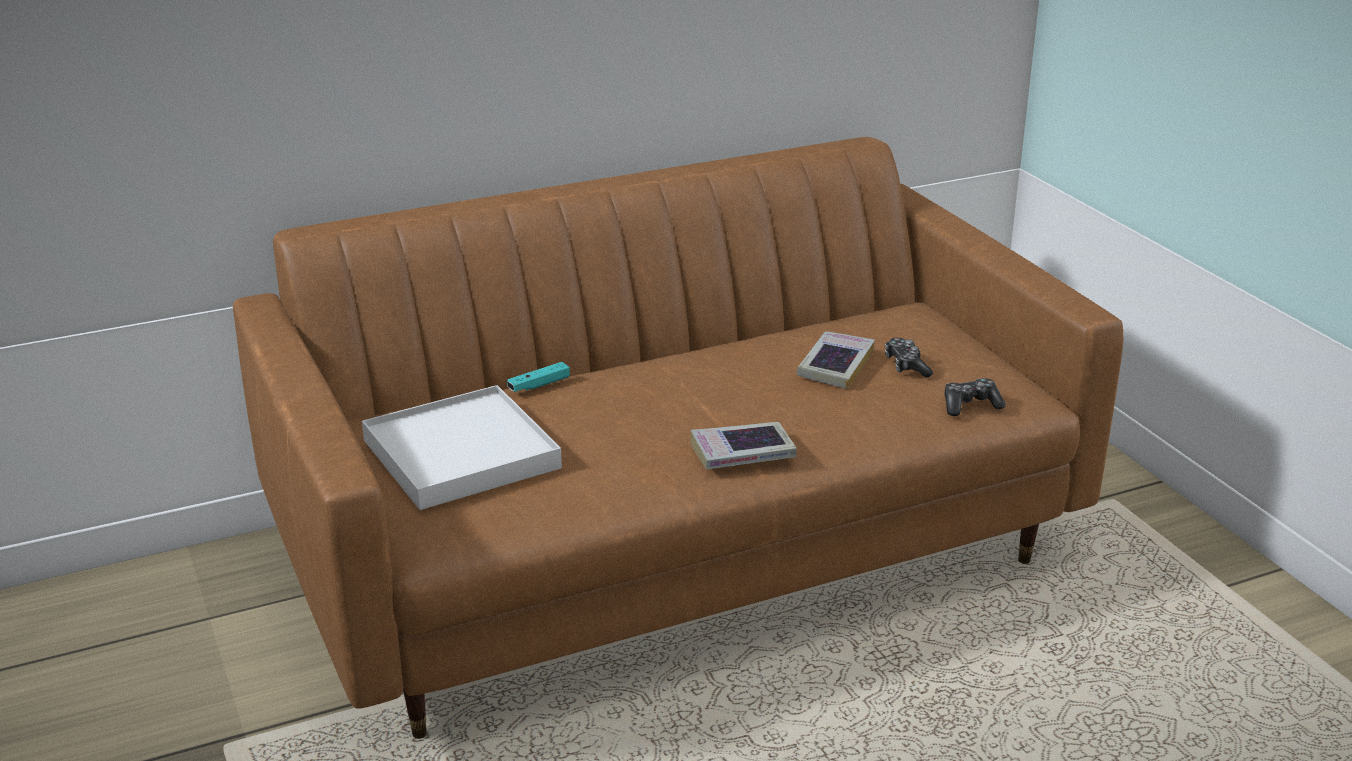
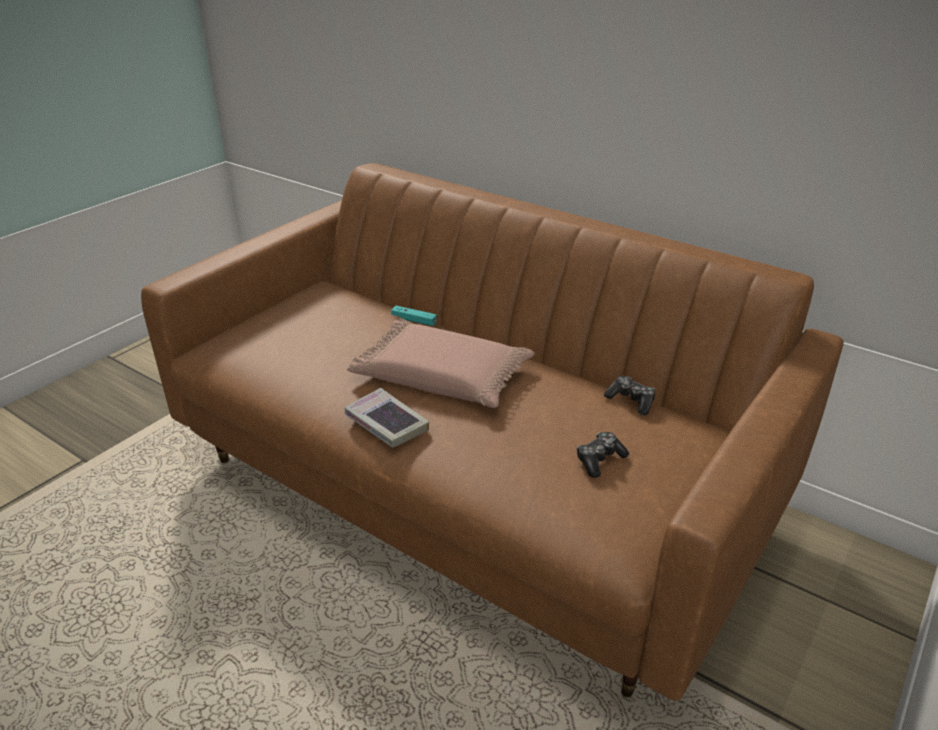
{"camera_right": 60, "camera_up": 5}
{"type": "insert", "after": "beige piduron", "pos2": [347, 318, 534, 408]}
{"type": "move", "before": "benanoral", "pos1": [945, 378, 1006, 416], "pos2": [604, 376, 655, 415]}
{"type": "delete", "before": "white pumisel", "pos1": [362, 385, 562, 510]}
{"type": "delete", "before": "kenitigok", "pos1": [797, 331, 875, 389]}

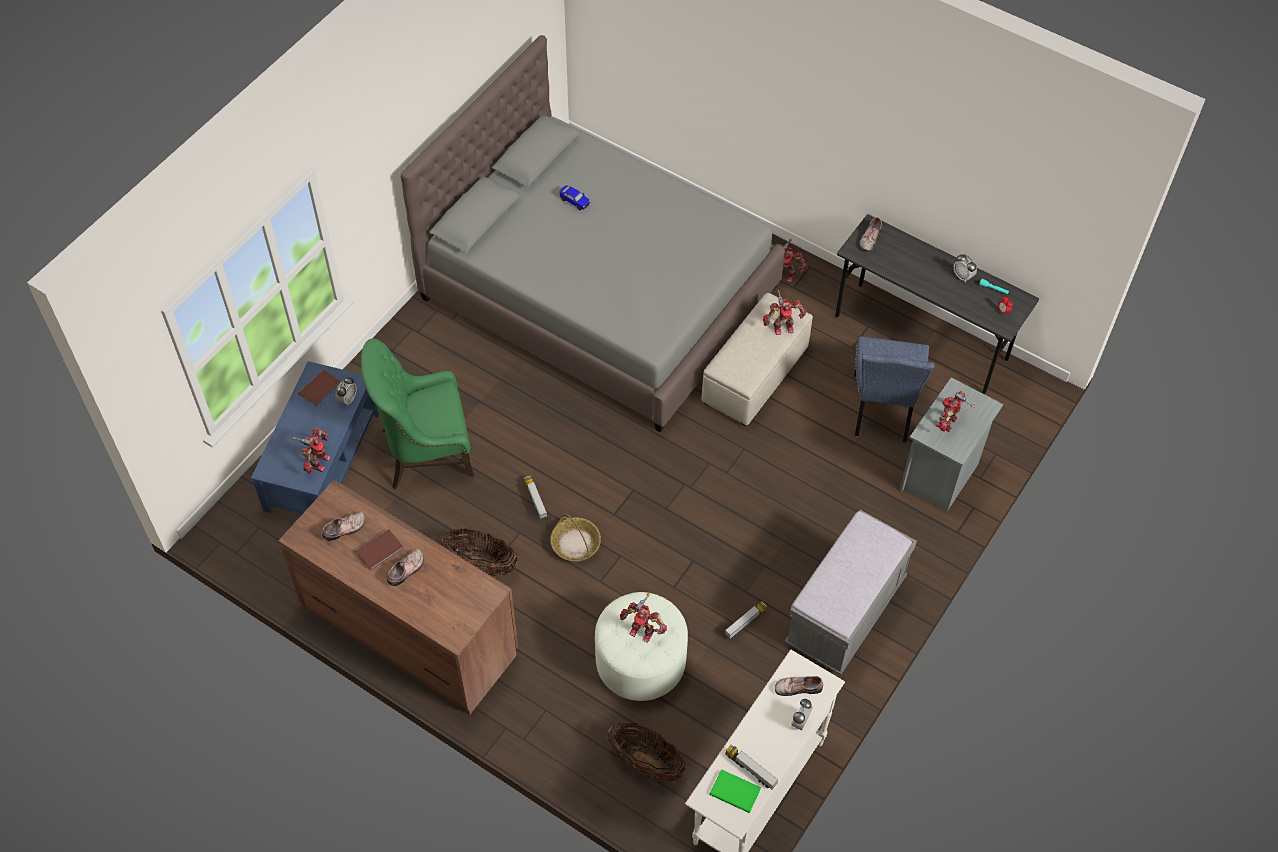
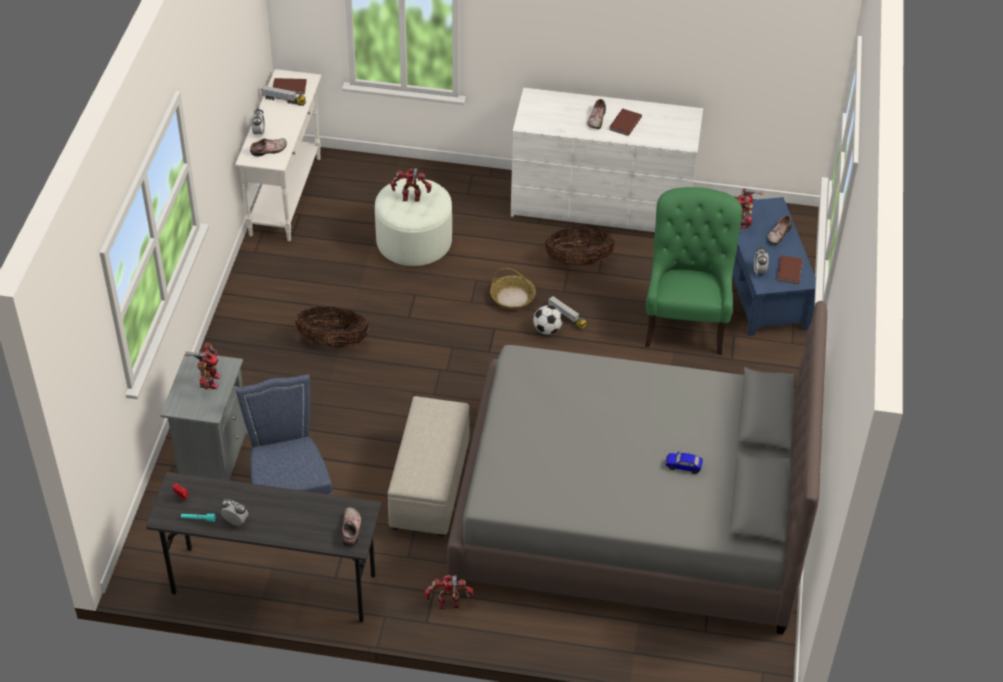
{"camera_right": 155, "camera_up": -10}
{"type": "recolor", "before": "green kenitigok", "after": "brown kenitigok", "pos1": [709, 769, 761, 813], "pos2": [273, 78, 307, 94]}
{"type": "move", "before": "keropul", "pos1": [607, 721, 686, 782], "pos2": [295, 307, 369, 347]}
{"type": "recolor", "before": "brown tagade", "after": "white tagade", "pos1": [278, 480, 518, 715], "pos2": [511, 87, 703, 232]}
{"type": "insert", "after": "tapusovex", "pos2": [533, 305, 563, 335]}
{"type": "rotate", "before": "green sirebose", "pos1": [361, 338, 474, 490], "pos2": [645, 187, 743, 355], "turn": -45}
{"type": "move", "before": "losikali", "pos1": [322, 512, 365, 541], "pos2": [767, 216, 792, 245]}
{"type": "delete", "before": "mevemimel", "pos1": [725, 601, 767, 639]}
{"type": "delete", "before": "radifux", "pos1": [763, 290, 807, 335]}
{"type": "delete", "before": "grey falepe", "pos1": [785, 510, 917, 675]}

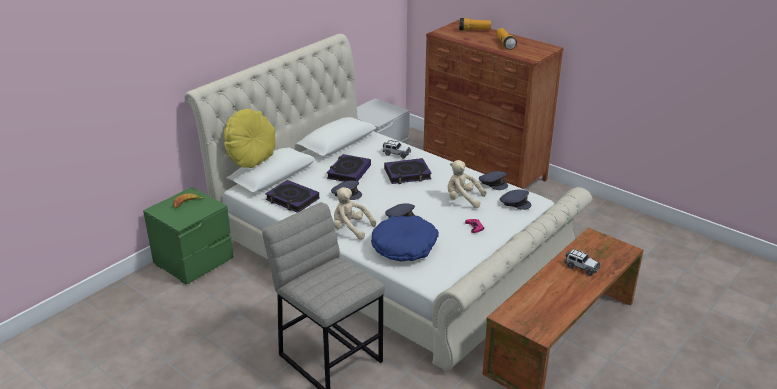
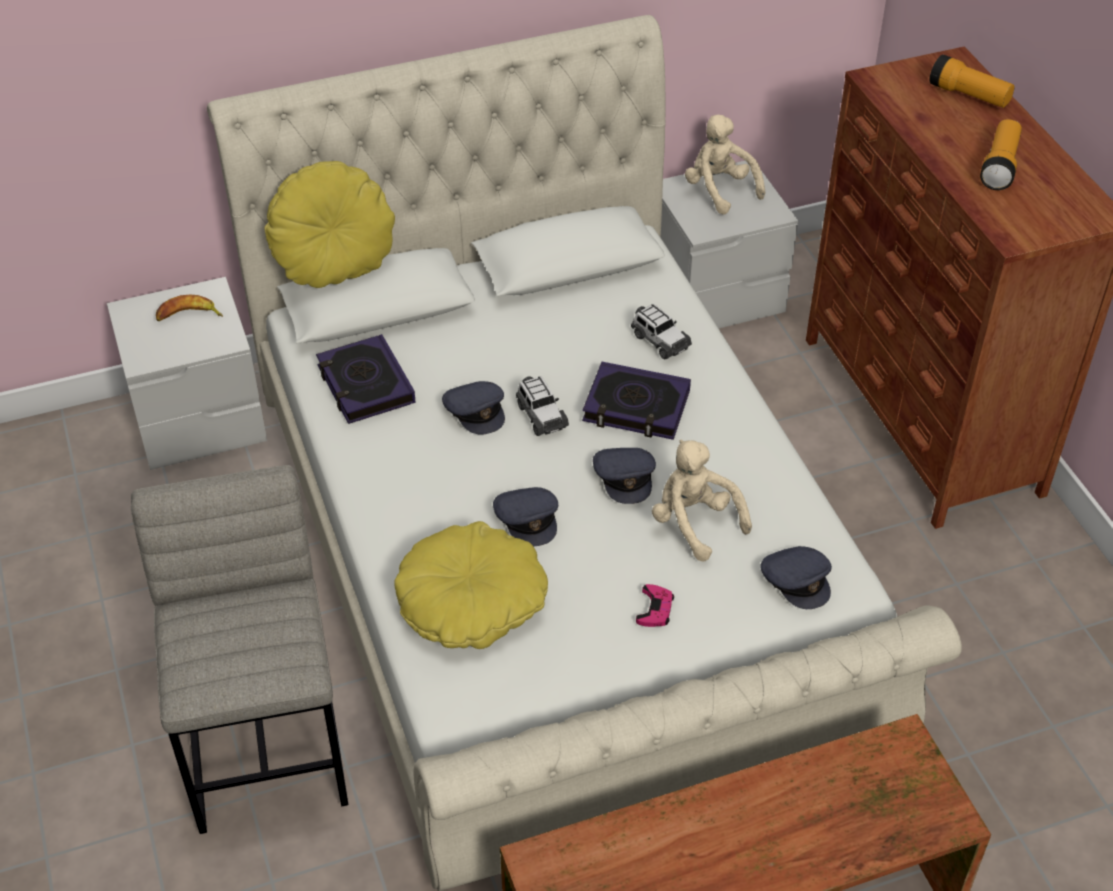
{"camera_right": 30, "camera_up": 15}
{"type": "recolor", "before": "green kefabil", "after": "white kefabil", "pos1": [143, 187, 234, 284], "pos2": [107, 277, 267, 470]}
{"type": "recolor", "before": "blue piduron", "after": "yellow piduron", "pos1": [371, 216, 439, 261], "pos2": [394, 521, 548, 649]}
{"type": "move", "before": "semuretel", "pos1": [564, 249, 600, 276], "pos2": [516, 376, 569, 436]}
{"type": "move", "before": "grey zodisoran", "pos1": [479, 171, 508, 190], "pos2": [593, 448, 656, 504]}
{"type": "move", "before": "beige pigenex", "pos1": [334, 187, 376, 239], "pos2": [685, 115, 765, 215]}
{"type": "delete", "before": "kenitigok", "pos1": [327, 154, 371, 182]}

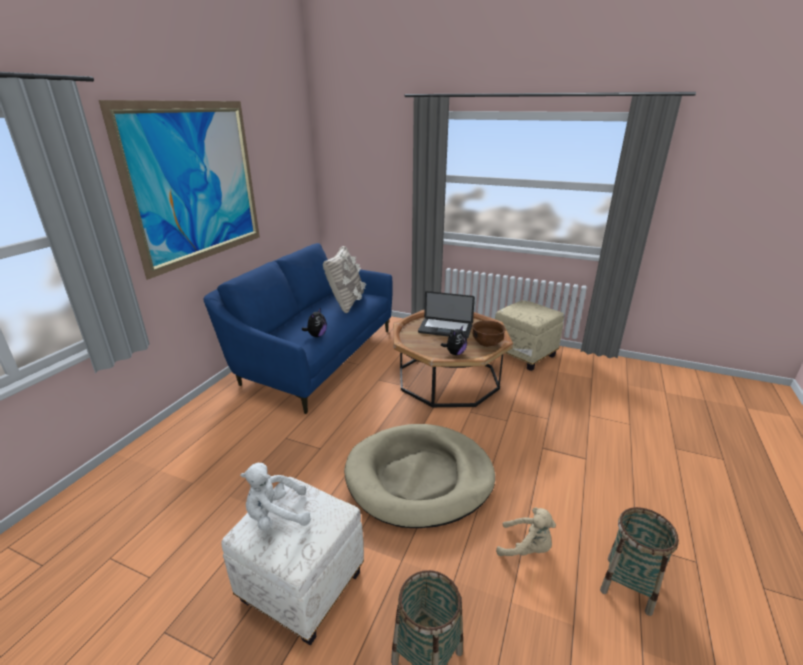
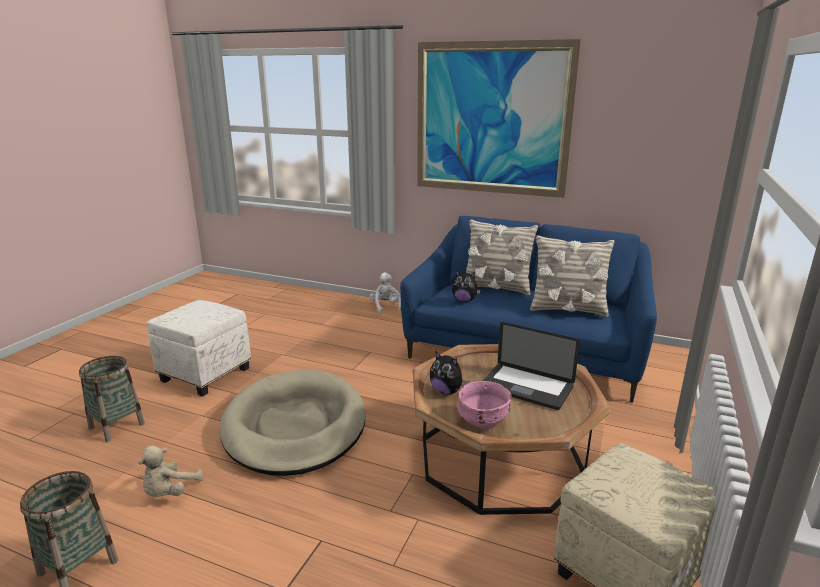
{"camera_right": 90, "camera_up": -5}
{"type": "move", "before": "white pigenex", "pos1": [240, 463, 311, 531], "pos2": [370, 272, 401, 313]}
{"type": "recolor", "before": "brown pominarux", "after": "pink pominarux", "pos1": [472, 321, 505, 347], "pos2": [457, 381, 512, 429]}
{"type": "insert", "after": "beige piduron", "pos2": [466, 220, 538, 295]}
{"type": "rotate", "before": "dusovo", "pos1": [418, 291, 475, 339], "pos2": [482, 322, 580, 410], "turn": -75}

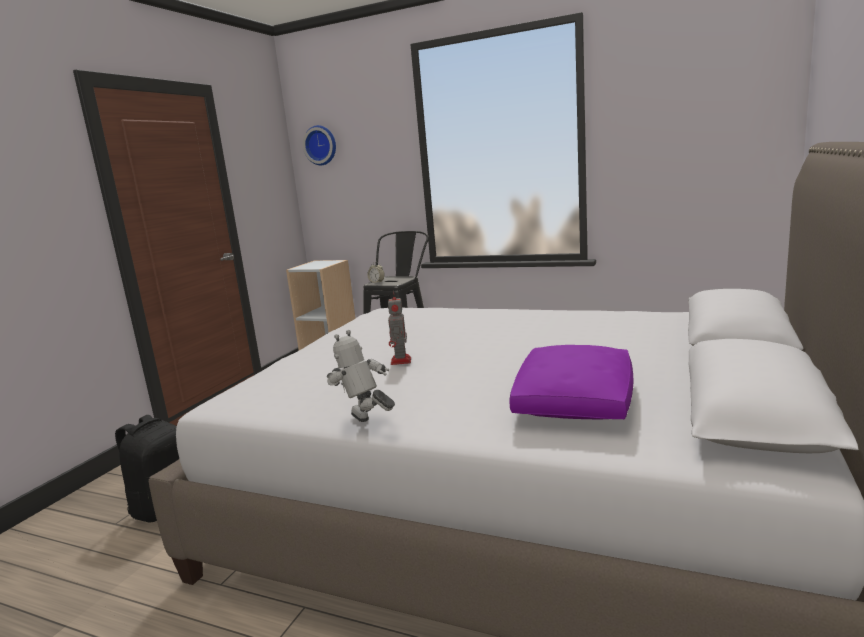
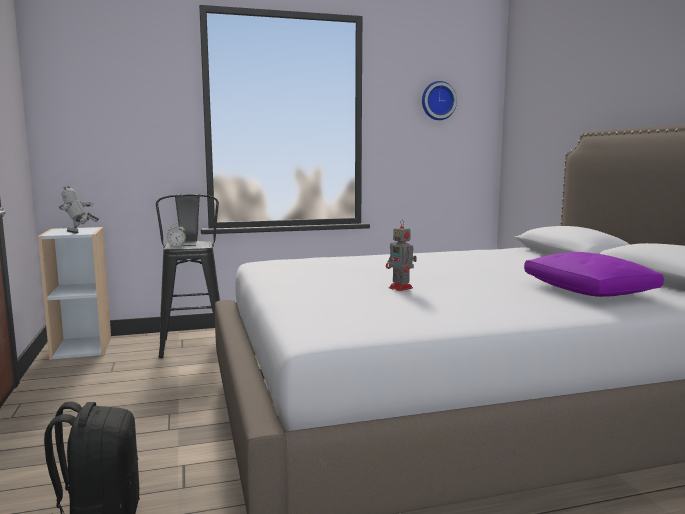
{"camera_right": -40, "camera_up": -5}
{"type": "move", "before": "radifux", "pos1": [327, 330, 395, 422], "pos2": [59, 186, 99, 233]}
{"type": "move", "before": "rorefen", "pos1": [303, 125, 336, 165], "pos2": [422, 81, 457, 120]}

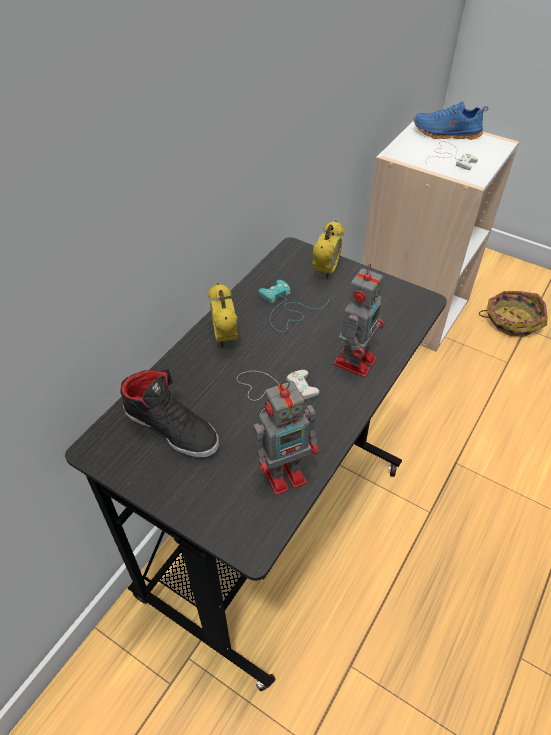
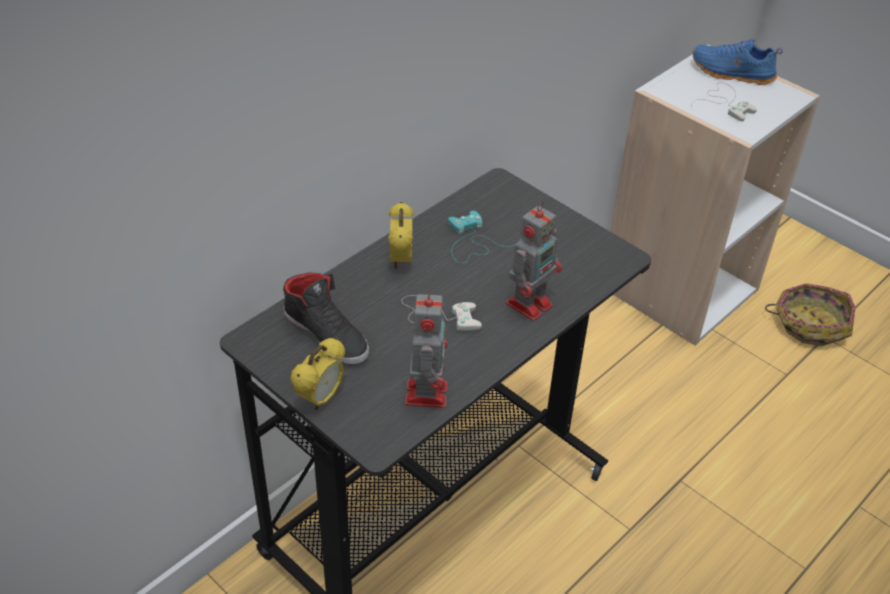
{"camera_right": 10, "camera_up": -5}
{"type": "move", "before": "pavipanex", "pos1": [312, 221, 344, 280], "pos2": [291, 337, 345, 410]}
{"type": "rotate", "before": "radifux", "pos1": [253, 380, 318, 495], "pos2": [405, 289, 448, 408], "turn": -75}

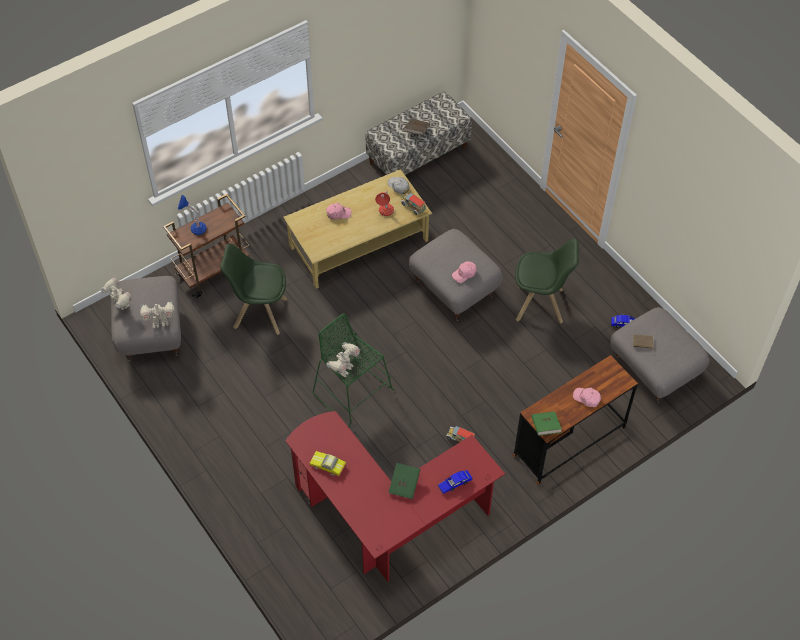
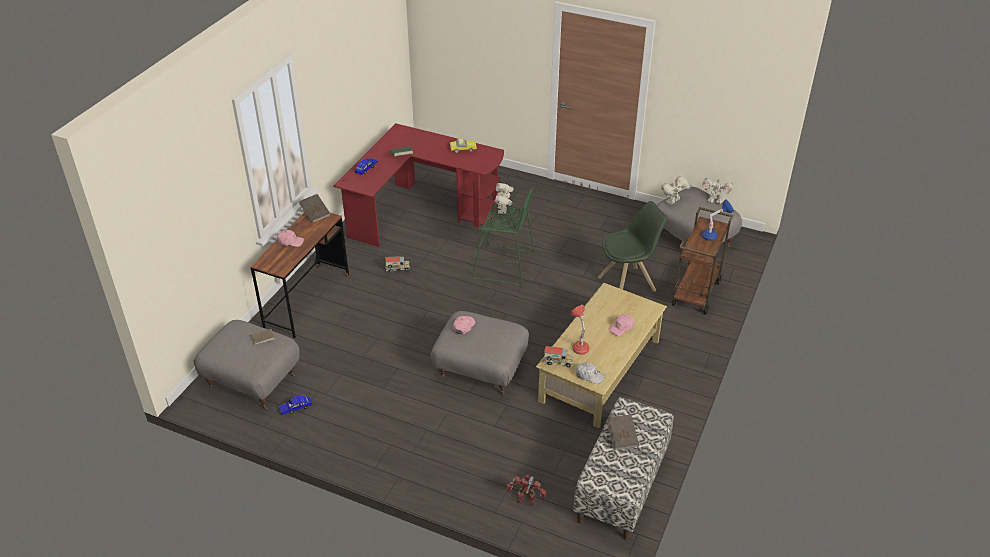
{"camera_right": 150, "camera_up": -15}
{"type": "recolor", "before": "green kenitigok", "after": "brown kenitigok", "pos1": [531, 411, 562, 436], "pos2": [299, 194, 331, 223]}
{"type": "insert", "after": "radifux", "pos2": [506, 475, 546, 505]}
{"type": "delete", "before": "green sirebose", "pos1": [515, 239, 579, 323]}

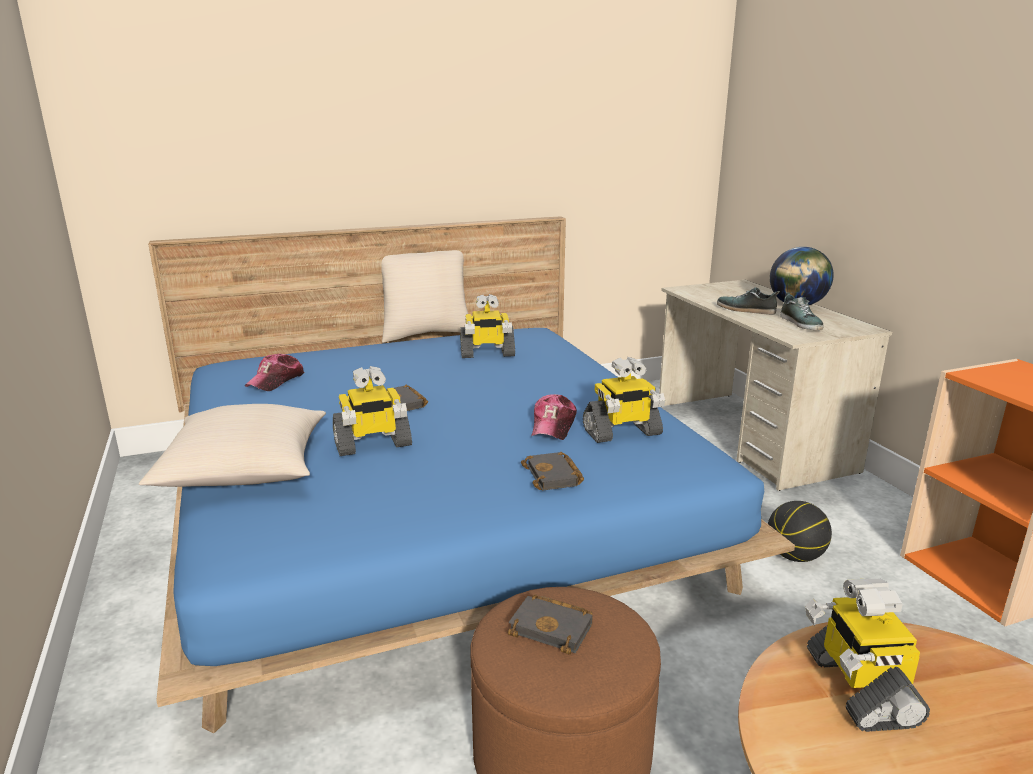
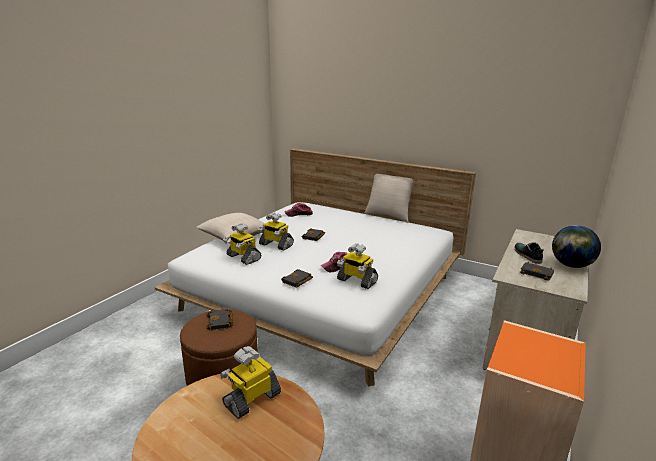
{"camera_right": 50, "camera_up": 0}
{"type": "recolor", "before": "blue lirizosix", "after": "white lirizosix", "pos1": [148, 216, 795, 733], "pos2": [155, 149, 476, 386]}
{"type": "move", "before": "radifux", "pos1": [460, 294, 515, 358], "pos2": [223, 224, 261, 265]}
{"type": "replace", "before": "losikali", "after": "black kenitigok", "pos1": [780, 292, 824, 330], "pos2": [520, 262, 554, 281]}
{"type": "delete", "before": "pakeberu", "pos1": [768, 501, 832, 562]}

